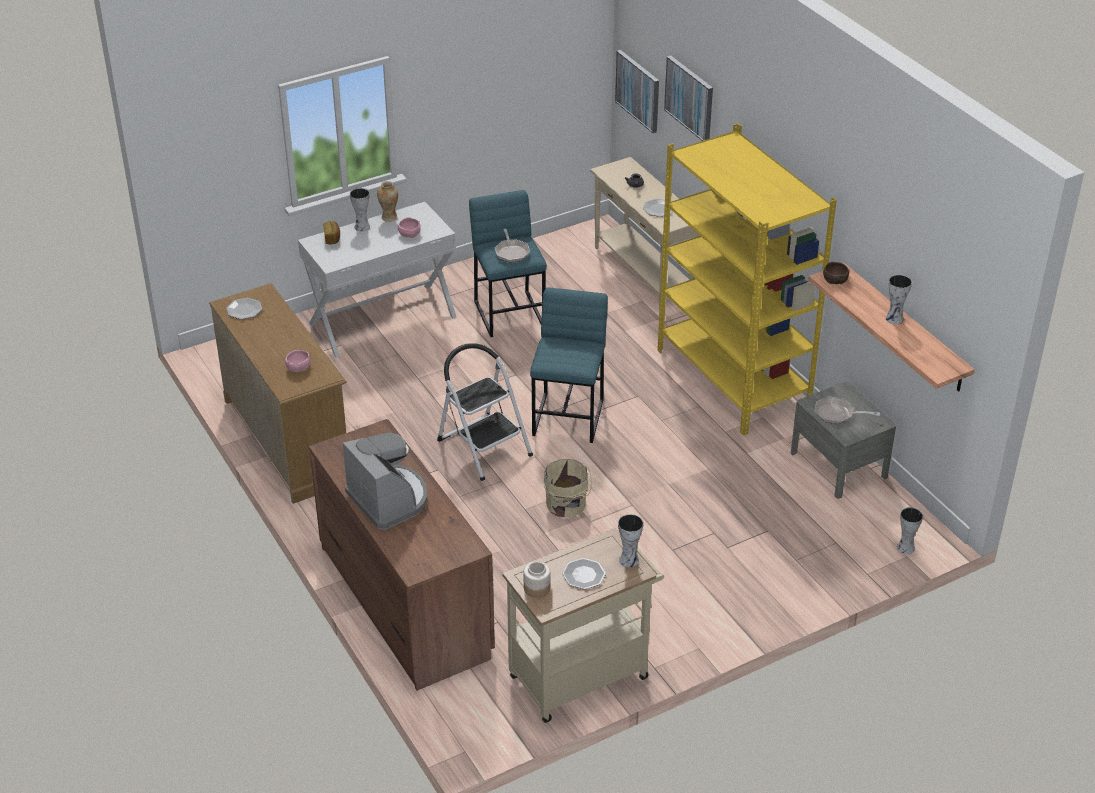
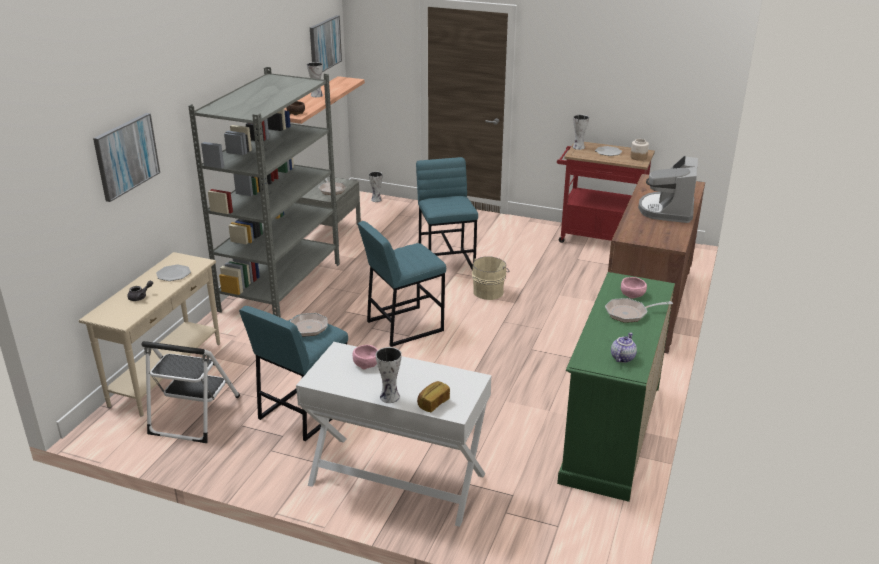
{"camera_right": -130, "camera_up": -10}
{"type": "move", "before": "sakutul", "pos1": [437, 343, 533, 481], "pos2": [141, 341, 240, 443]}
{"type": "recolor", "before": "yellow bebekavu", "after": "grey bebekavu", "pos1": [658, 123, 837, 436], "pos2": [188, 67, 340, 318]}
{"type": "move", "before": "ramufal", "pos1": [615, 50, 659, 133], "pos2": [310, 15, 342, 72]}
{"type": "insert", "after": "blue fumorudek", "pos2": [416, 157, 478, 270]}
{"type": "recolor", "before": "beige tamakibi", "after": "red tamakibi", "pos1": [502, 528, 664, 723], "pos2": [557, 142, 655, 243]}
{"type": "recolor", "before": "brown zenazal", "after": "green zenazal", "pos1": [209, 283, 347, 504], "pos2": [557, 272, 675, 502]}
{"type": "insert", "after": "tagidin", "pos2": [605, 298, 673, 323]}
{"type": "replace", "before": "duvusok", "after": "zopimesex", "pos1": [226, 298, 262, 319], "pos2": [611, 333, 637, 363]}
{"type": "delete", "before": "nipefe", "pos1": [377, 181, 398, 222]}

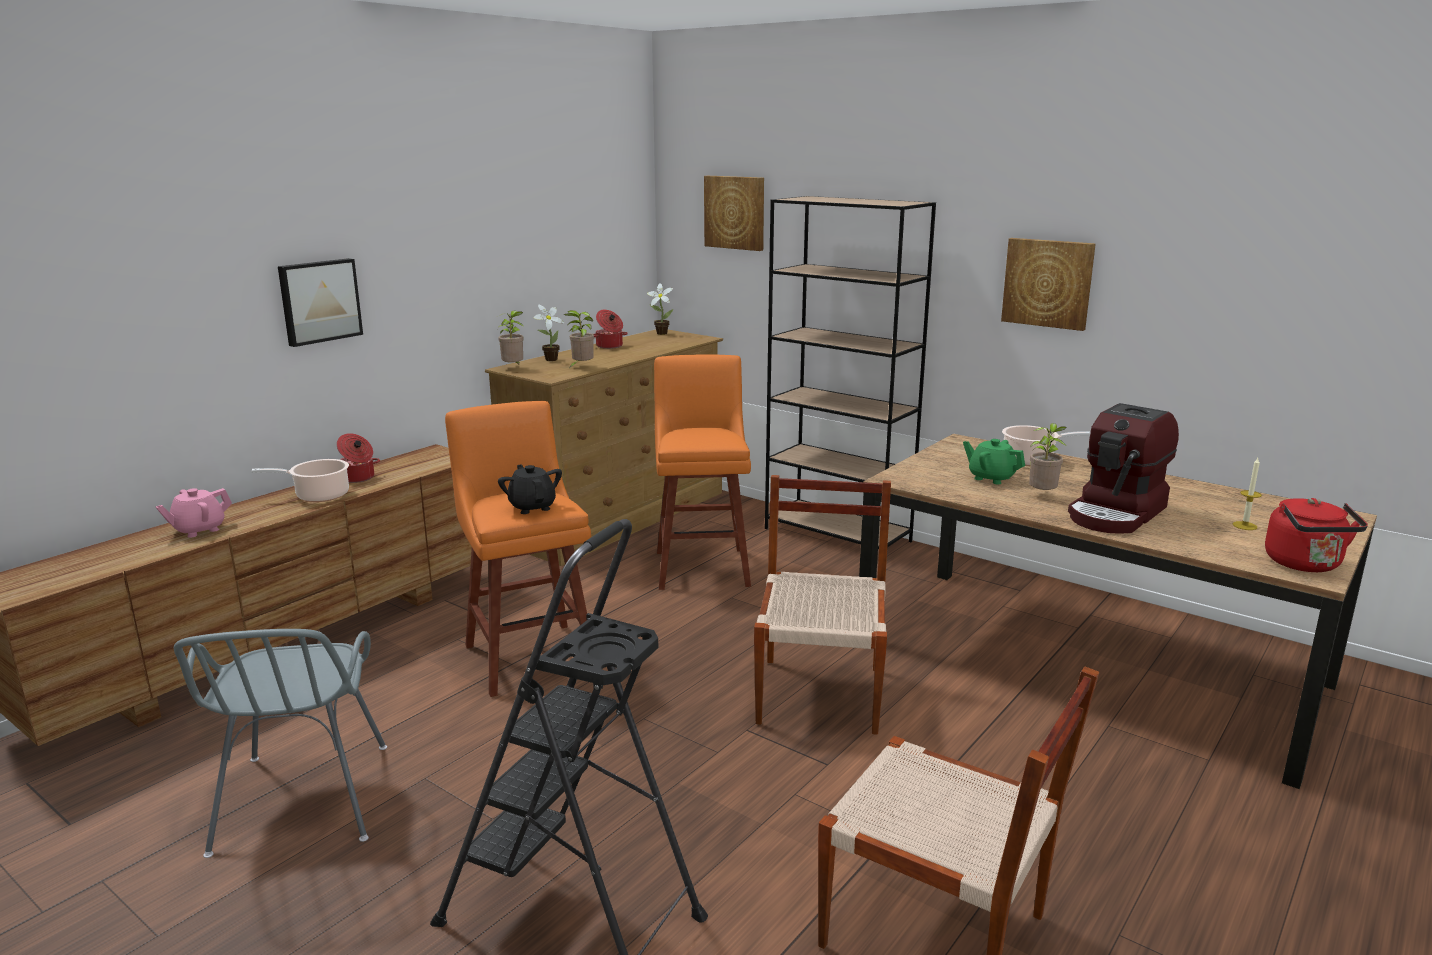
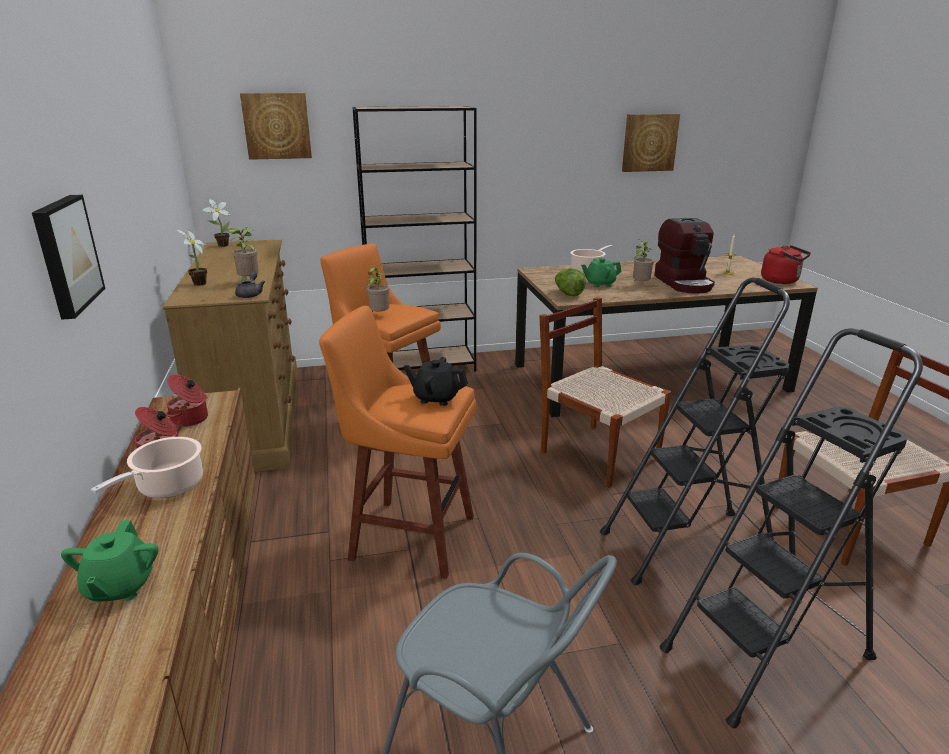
{"camera_right": -50, "camera_up": 5}
{"type": "recolor", "before": "pink zopimesex", "after": "green zopimesex", "pos1": [156, 488, 232, 538], "pos2": [61, 520, 158, 603]}
{"type": "move", "before": "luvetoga", "pos1": [594, 310, 628, 349], "pos2": [166, 374, 208, 427]}
{"type": "insert", "after": "grey zopimesex", "pos2": [235, 271, 265, 298]}
{"type": "move", "before": "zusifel", "pos1": [497, 310, 524, 364], "pos2": [366, 264, 390, 312]}
{"type": "insert", "after": "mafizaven", "pos2": [555, 268, 586, 297]}
{"type": "insert", "after": "sakutul", "pos2": [600, 277, 790, 585]}
{"type": "move", "before": "ramufal", "pos1": [1001, 238, 1096, 331], "pos2": [622, 114, 680, 172]}

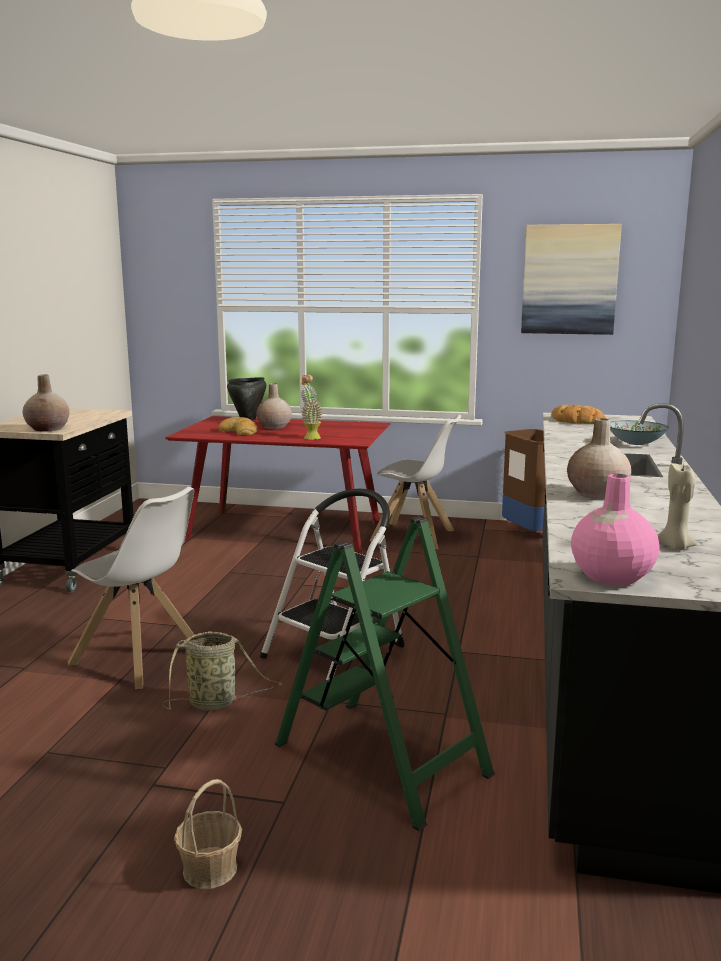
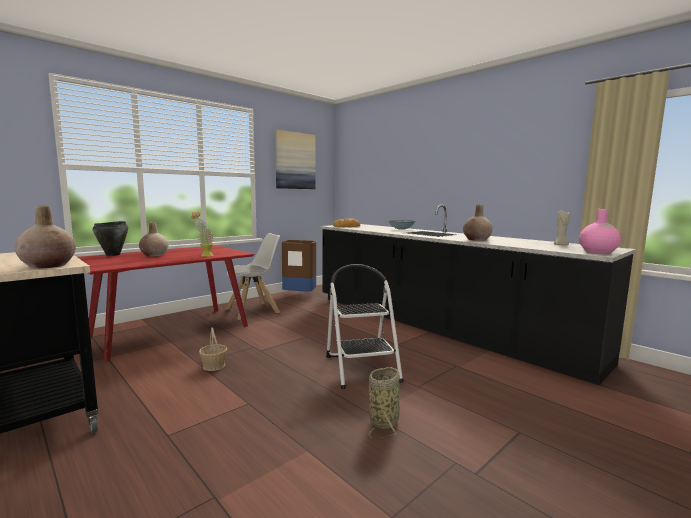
{"camera_right": -55, "camera_up": -5}
{"type": "move", "before": "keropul", "pos1": [174, 779, 242, 889], "pos2": [199, 328, 227, 371]}
{"type": "delete", "before": "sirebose", "pos1": [68, 487, 195, 689]}
{"type": "delete", "before": "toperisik", "pos1": [219, 417, 258, 436]}
{"type": "delete", "before": "green sakutul", "pos1": [275, 516, 495, 831]}

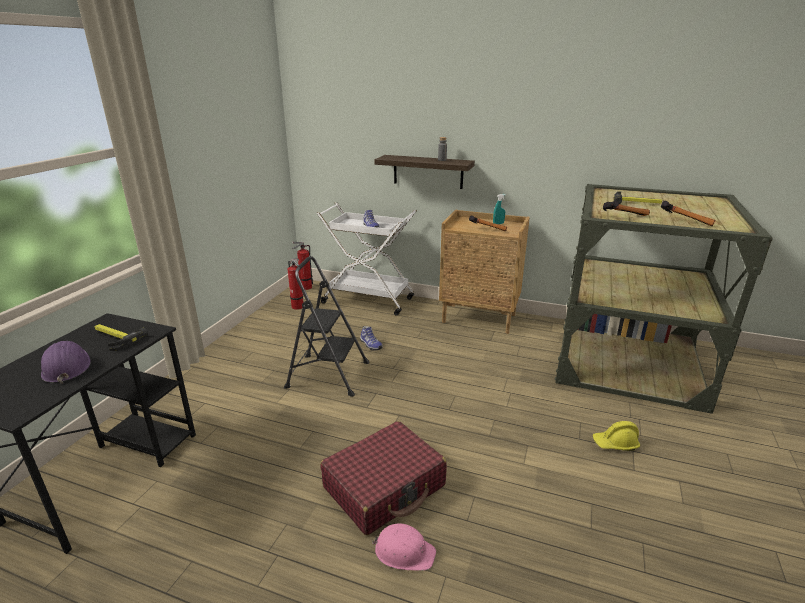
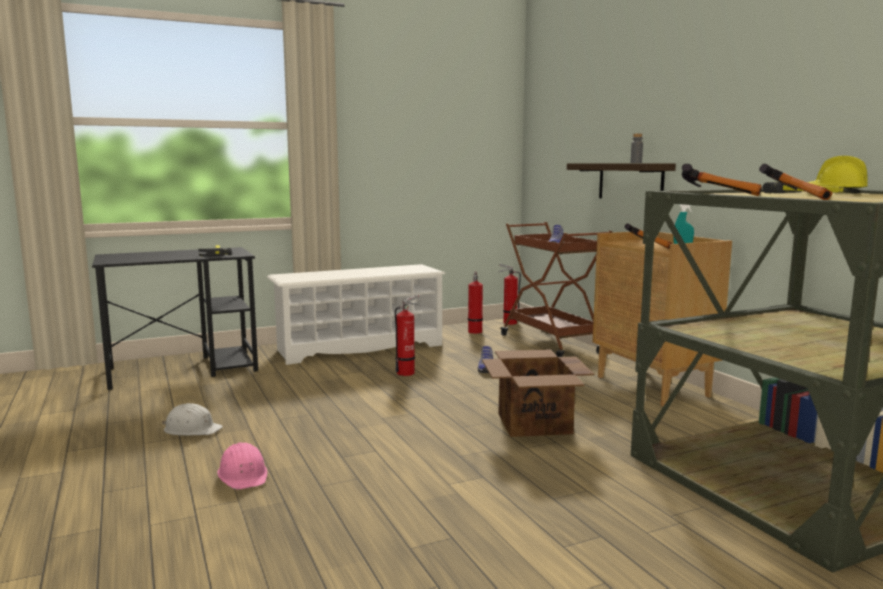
{"camera_right": 45, "camera_up": -15}
{"type": "insert", "after": "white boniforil", "pos2": [162, 403, 223, 435]}
{"type": "insert", "after": "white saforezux", "pos2": [267, 264, 446, 365]}
{"type": "replace", "before": "black sakutul", "after": "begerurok", "pos1": [284, 256, 370, 397], "pos2": [395, 295, 420, 376]}
{"type": "insert", "after": "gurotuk", "pos2": [482, 349, 594, 437]}
{"type": "recolor", "before": "white tamakibi", "after": "brown tamakibi", "pos1": [316, 203, 417, 316], "pos2": [500, 222, 612, 357]}
{"type": "move", "before": "yellow boniforil", "pos1": [593, 421, 640, 451], "pos2": [808, 156, 868, 194]}
{"type": "delete", "before": "purple boniforil", "pos1": [41, 341, 91, 384]}
{"type": "delete", "before": "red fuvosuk", "pos1": [320, 421, 447, 535]}

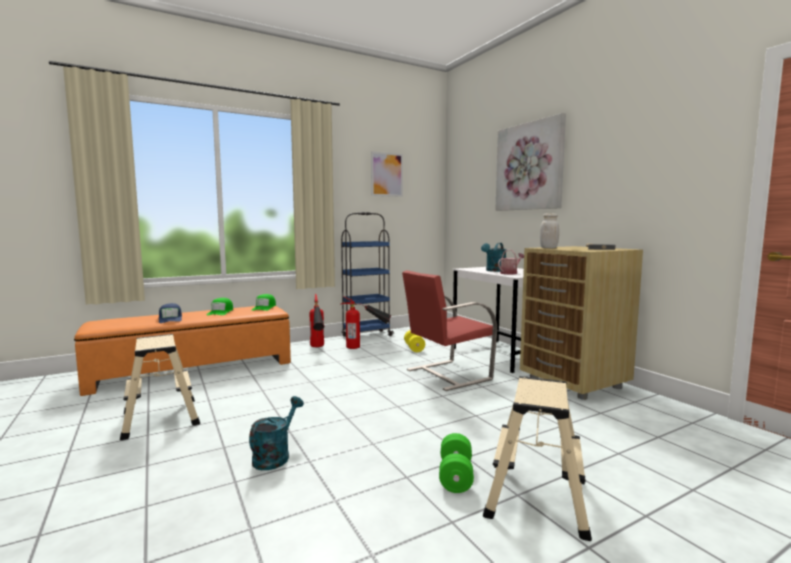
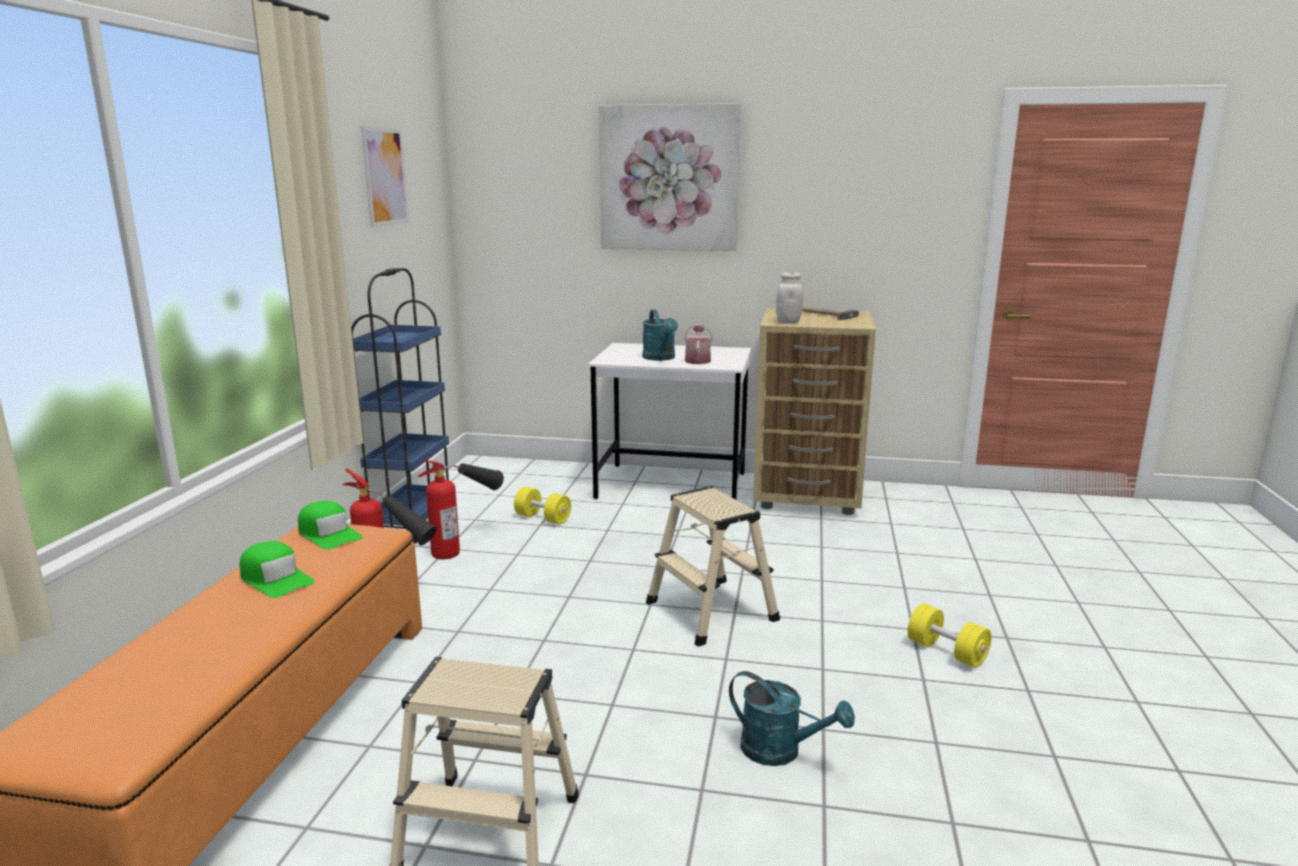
{"camera_right": -50, "camera_up": 10}
{"type": "move", "before": "beige sakutul", "pos1": [483, 376, 592, 541], "pos2": [646, 486, 780, 647]}
{"type": "rotate", "before": "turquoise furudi", "pos1": [249, 396, 304, 470], "pos2": [729, 671, 855, 766], "turn": 150}
{"type": "recolor", "before": "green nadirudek", "after": "yellow nadirudek", "pos1": [439, 433, 474, 493], "pos2": [908, 603, 992, 668]}
{"type": "delete", "before": "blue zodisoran", "pos1": [159, 303, 182, 323]}
{"type": "delete", "before": "red sirebose", "pos1": [402, 270, 497, 391]}

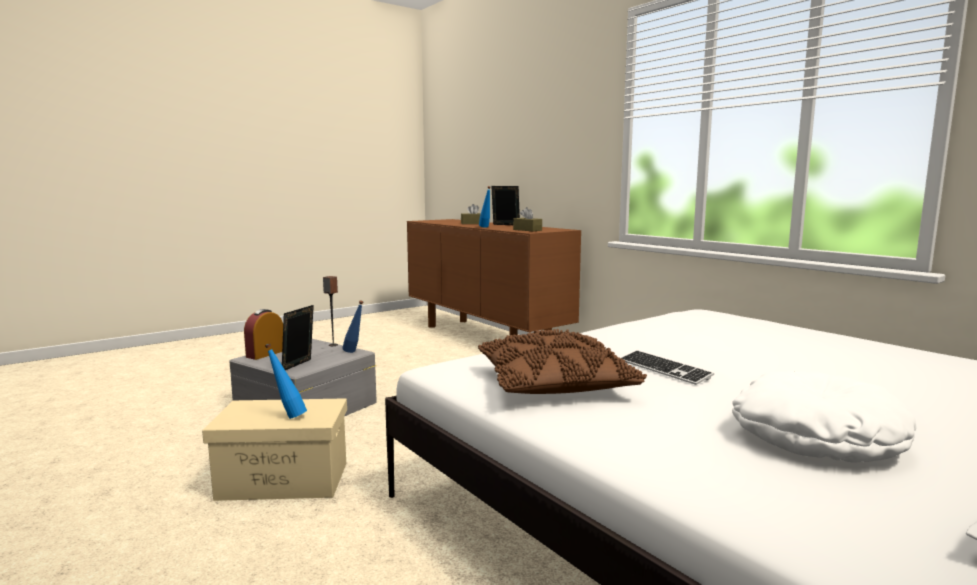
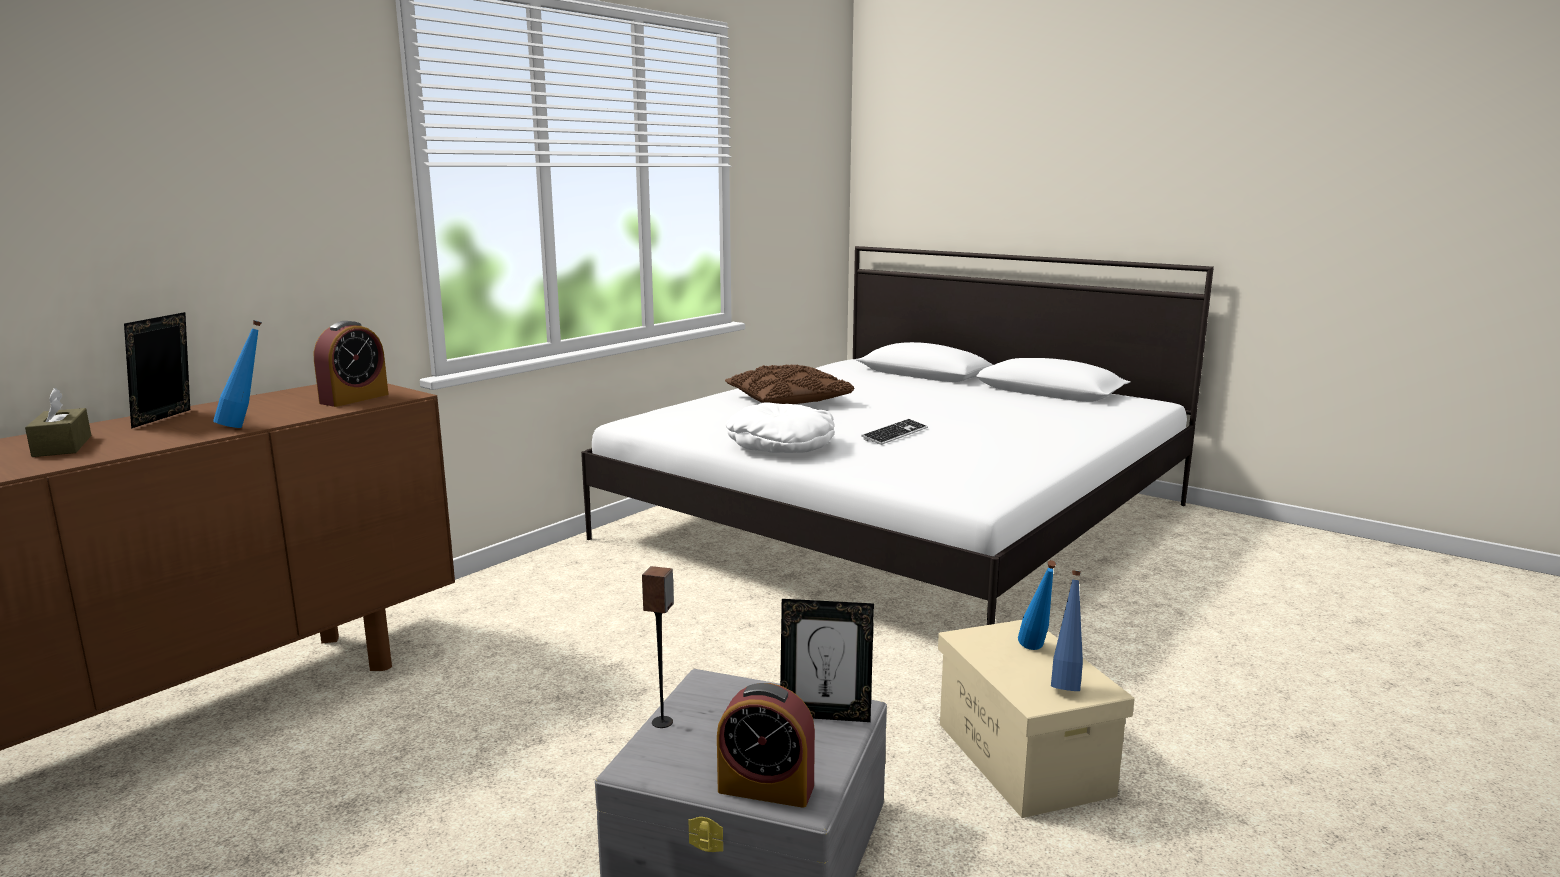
{"camera_right": -105, "camera_up": 5}
{"type": "replace", "before": "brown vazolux", "after": "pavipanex", "pos1": [513, 207, 542, 231], "pos2": [314, 321, 389, 407]}
{"type": "move", "before": "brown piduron", "pos1": [478, 329, 647, 394], "pos2": [725, 364, 855, 404]}
{"type": "move", "before": "white piduron", "pos1": [732, 371, 916, 463], "pos2": [726, 402, 835, 453]}
{"type": "move", "before": "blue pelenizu", "pos1": [342, 300, 363, 353], "pos2": [1051, 570, 1083, 691]}

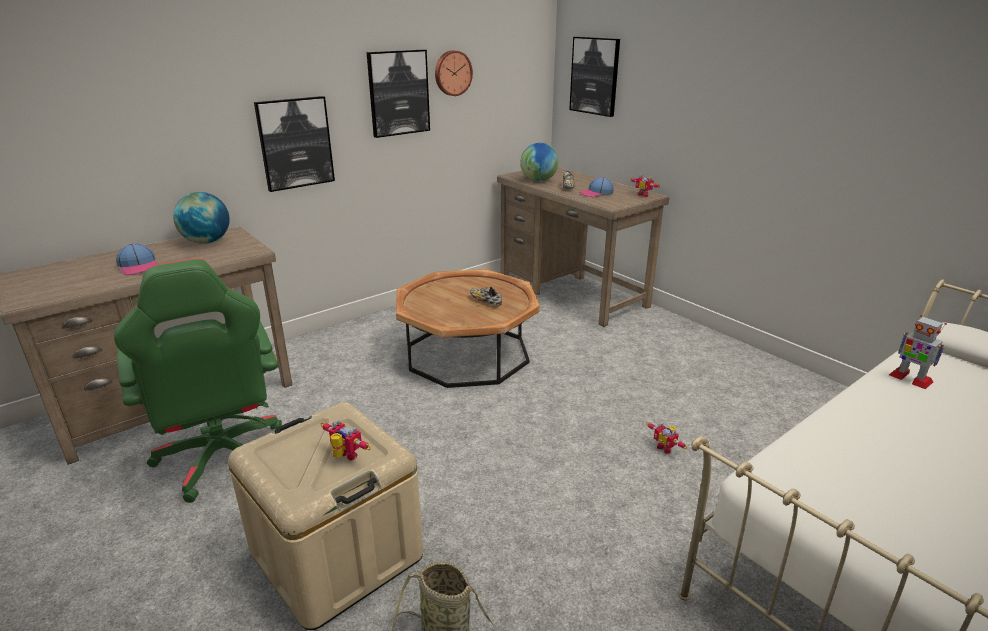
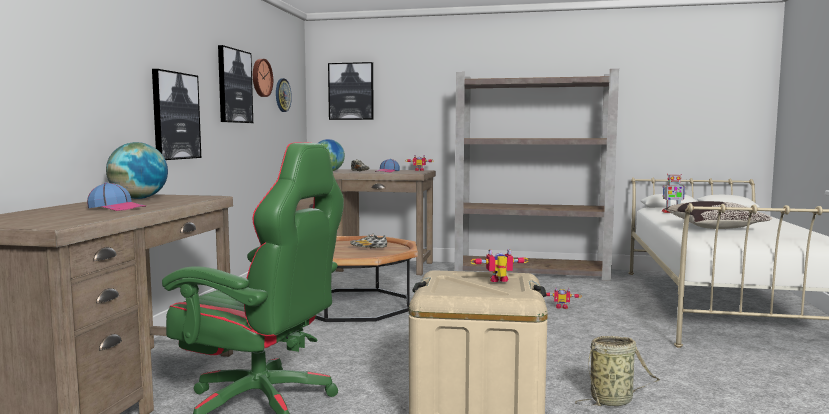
{"camera_right": -40, "camera_up": -20}
{"type": "insert", "after": "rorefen", "pos2": [276, 78, 292, 112]}
{"type": "insert", "after": "brown bebekavu", "pos2": [454, 69, 619, 281]}
{"type": "insert", "after": "piduron", "pos2": [665, 201, 772, 229]}

